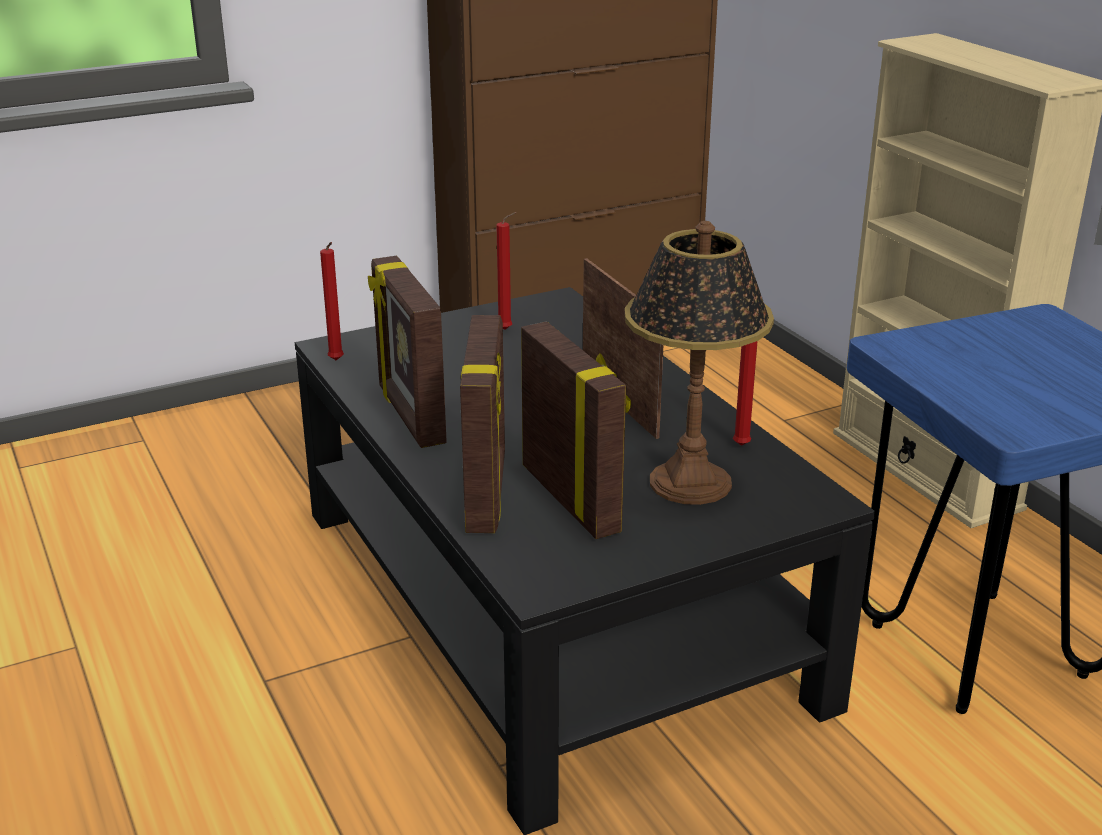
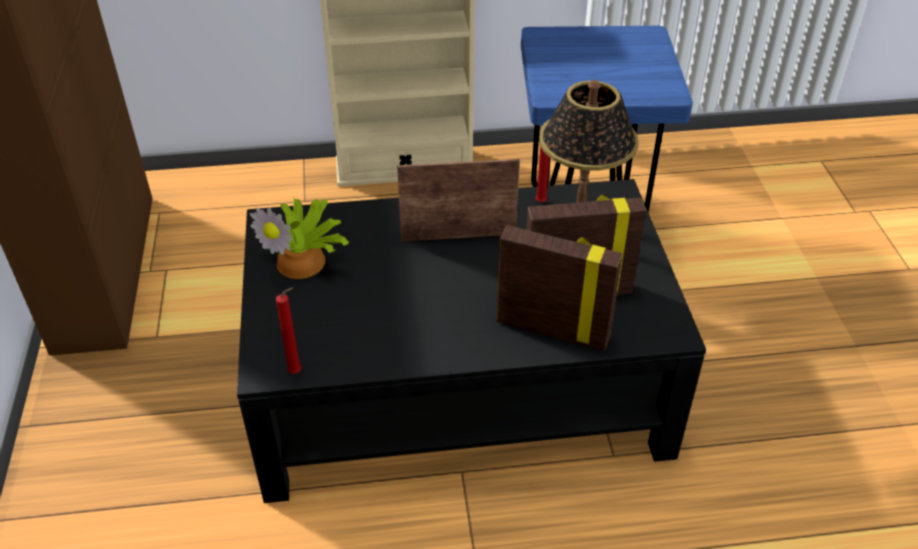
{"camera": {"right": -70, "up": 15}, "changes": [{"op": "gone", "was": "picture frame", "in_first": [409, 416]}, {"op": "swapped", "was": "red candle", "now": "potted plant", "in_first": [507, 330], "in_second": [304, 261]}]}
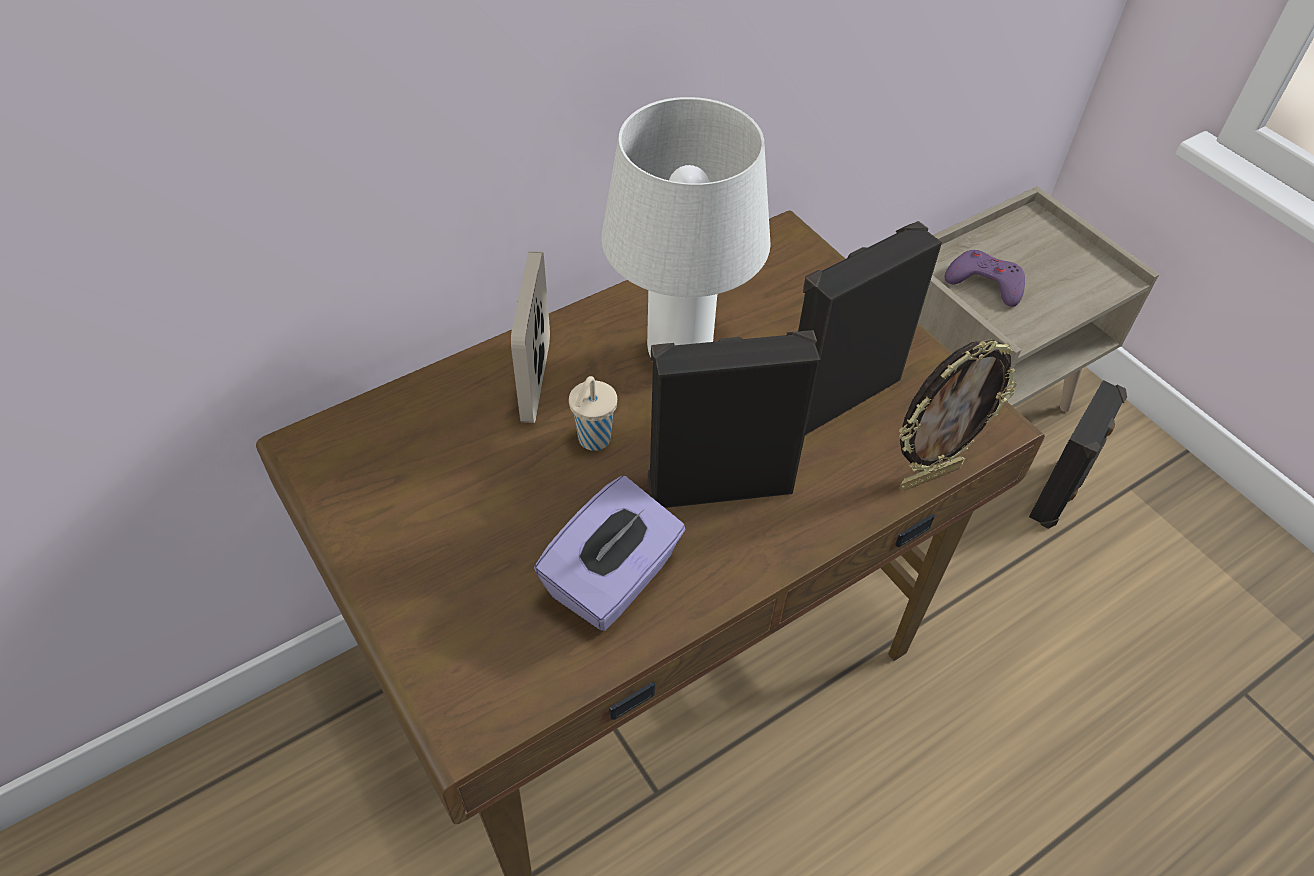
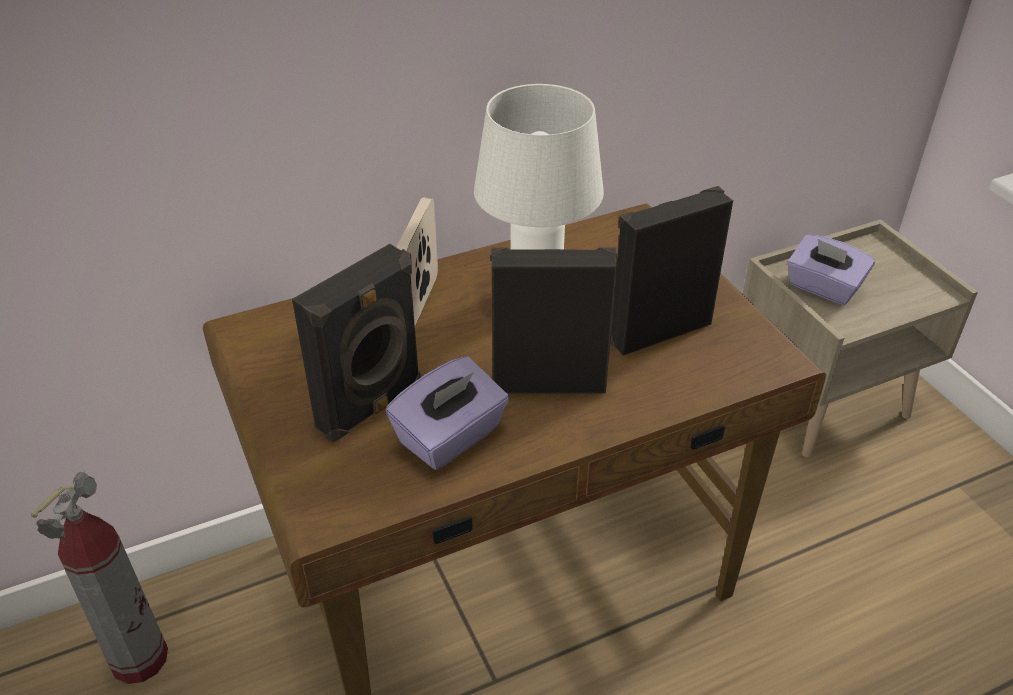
{"camera": {"right": 10, "up": -10}, "changes": [{"op": "gone", "was": "beige cup", "in_first": [593, 440]}, {"op": "gone", "was": "picture frame", "in_first": [929, 475]}, {"op": "new", "now": "fire extinguisher", "in_second": [139, 658]}, {"op": "shifted", "was": "black speaker", "in_first": [1058, 495], "in_second": [372, 407]}, {"op": "swapped", "was": "purple game controller", "now": "purple tissue box", "in_first": [985, 282], "in_second": [823, 288]}]}
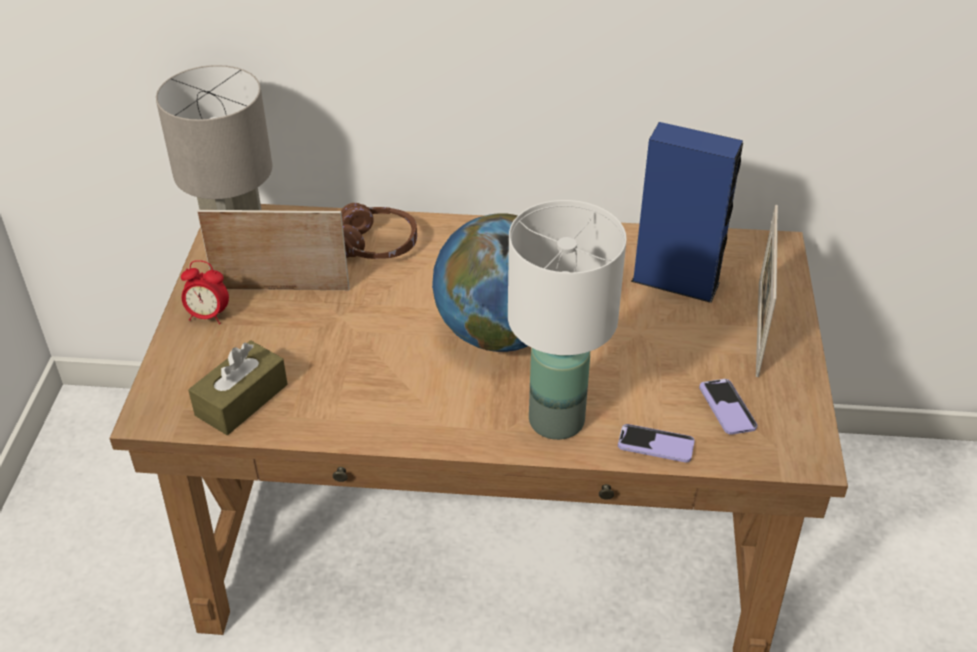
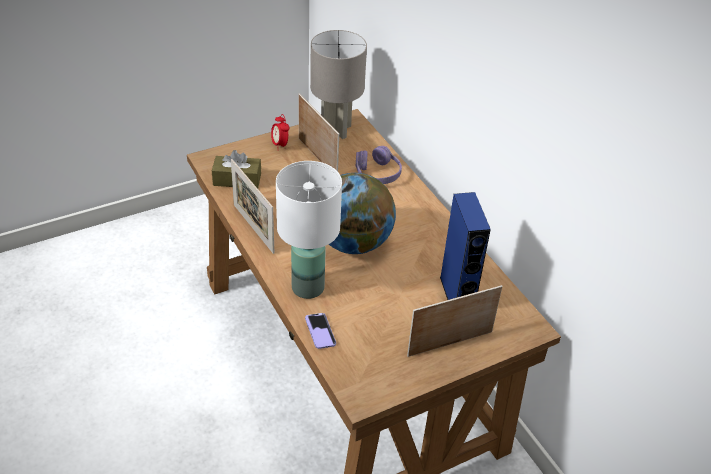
{"camera": {"right": 55, "up": 0}, "changes": [{"op": "gone", "was": "phone", "in_first": [727, 408]}, {"op": "new", "now": "picture frame", "in_second": [253, 228]}, {"op": "repainted", "was": "brown headphones", "now": "purple headphones", "in_first": [376, 245], "in_second": [377, 173]}]}
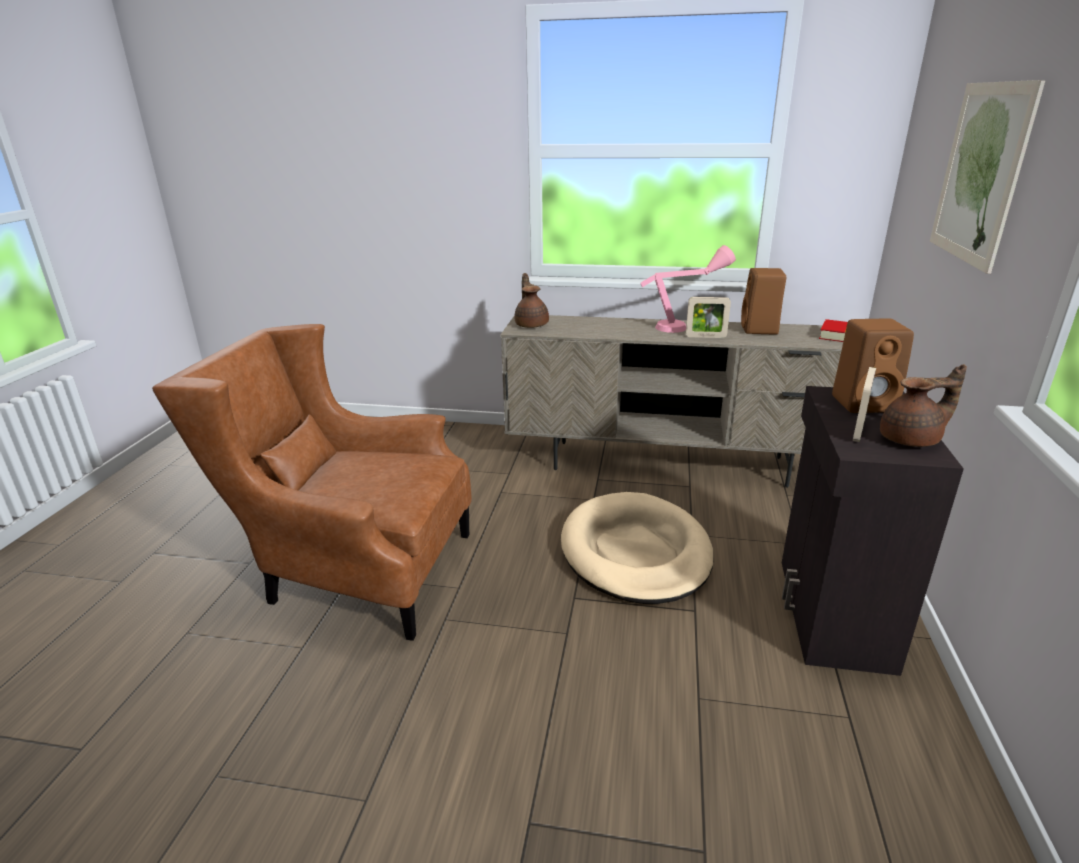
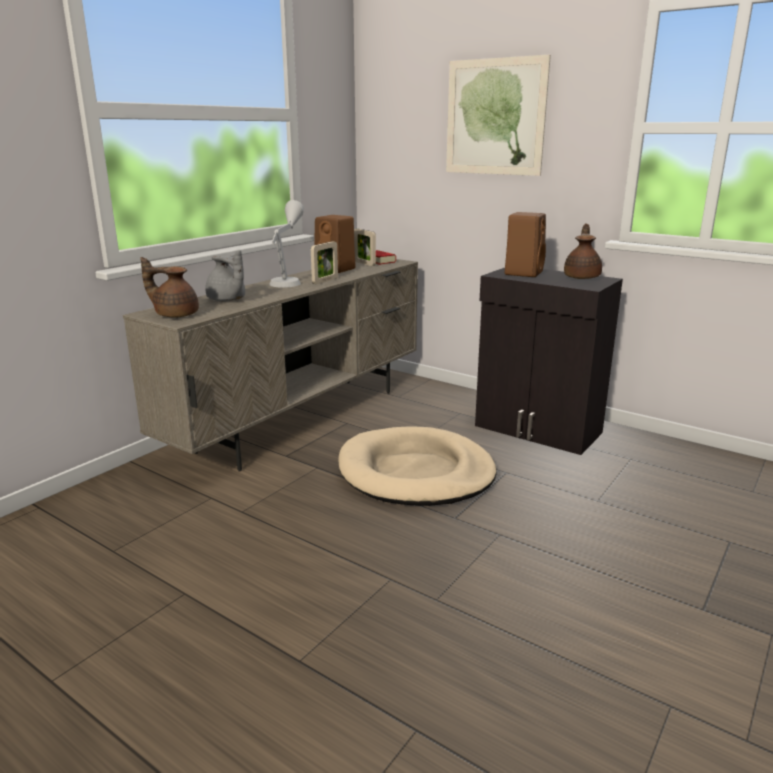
{"camera": {"right": -65, "up": -5}, "changes": [{"op": "gone", "was": "brown armchair", "in_first": [354, 570]}, {"op": "new", "now": "grey teapot", "in_second": [227, 300]}, {"op": "shifted", "was": "picture frame", "in_first": [858, 431], "in_second": [364, 263]}, {"op": "repainted", "was": "pink table lamp", "now": "grey table lamp", "in_first": [685, 325], "in_second": [289, 280]}]}
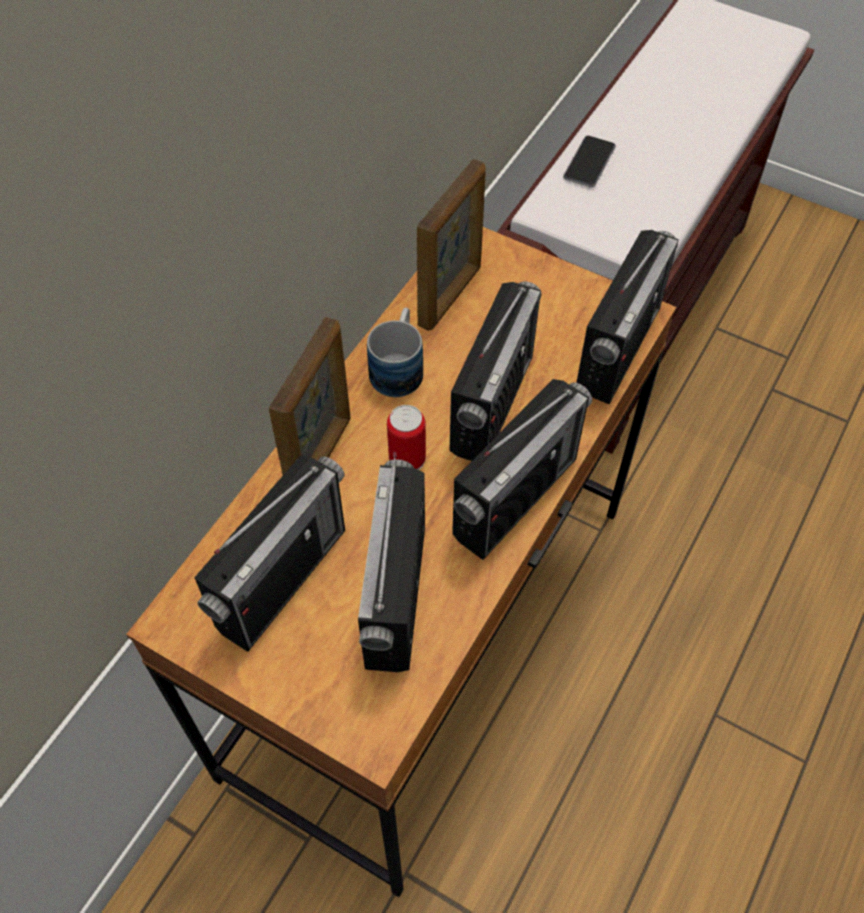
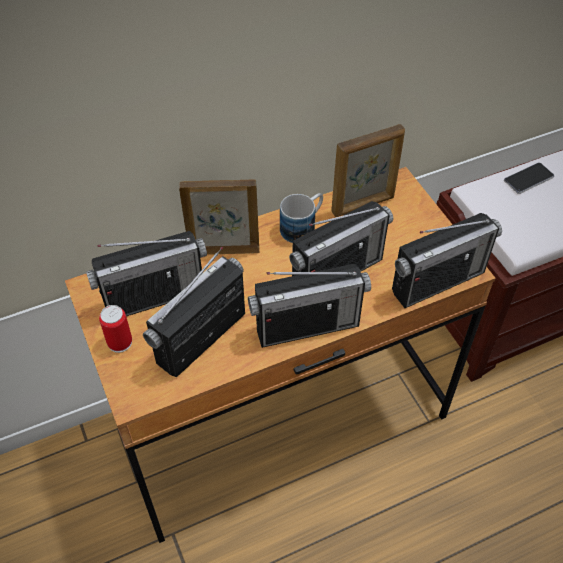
{"camera": {"right": 35, "up": -5}, "changes": [{"op": "shifted", "was": "can", "in_first": [407, 459], "in_second": [120, 342]}, {"op": "rotated", "was": "picture frame", "in_first": [321, 456], "in_second": [224, 250], "clockwise": -150}]}
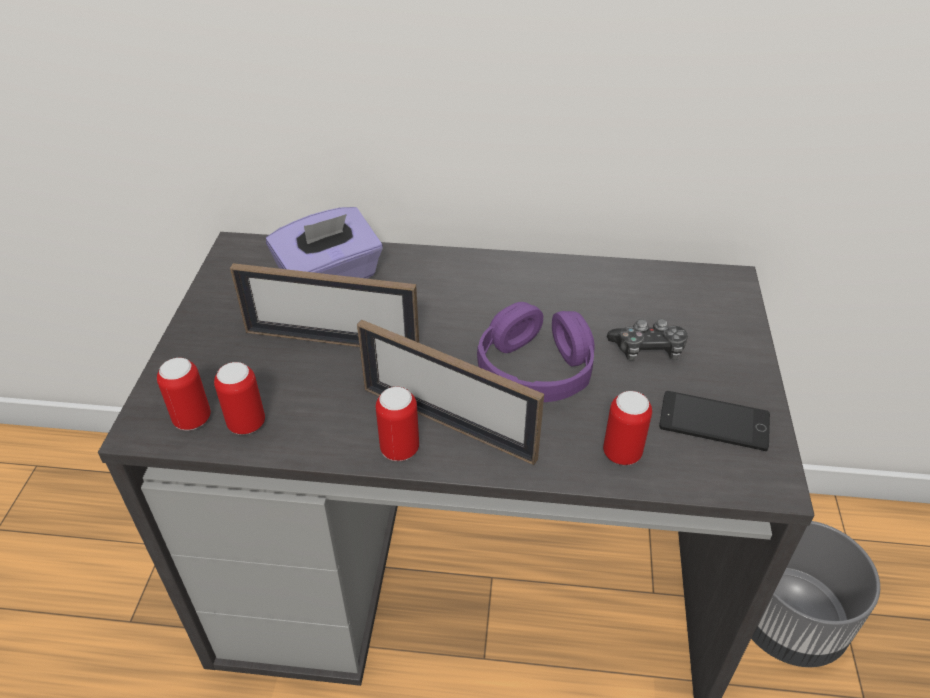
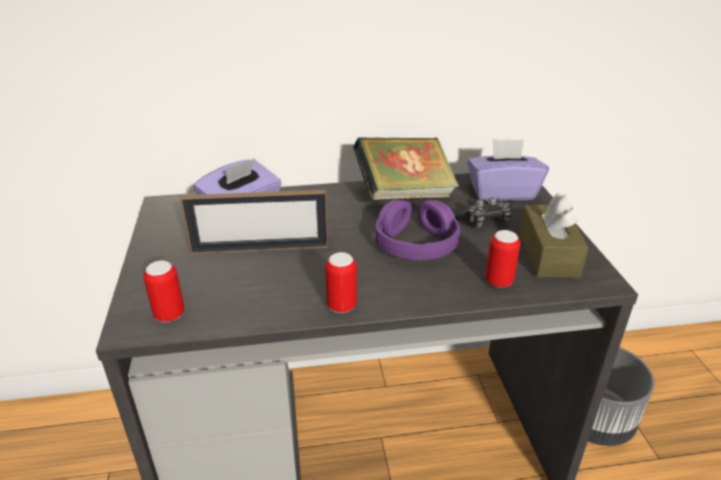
{"camera": {"right": -15, "up": -10}, "changes": [{"op": "gone", "was": "can", "in_first": [246, 424]}, {"op": "gone", "was": "picture frame", "in_first": [447, 423]}, {"op": "new", "now": "book", "in_second": [404, 195]}, {"op": "new", "now": "purple tissue box", "in_second": [502, 192]}, {"op": "swapped", "was": "phone", "now": "brown tissue box", "in_first": [714, 421], "in_second": [548, 254]}]}
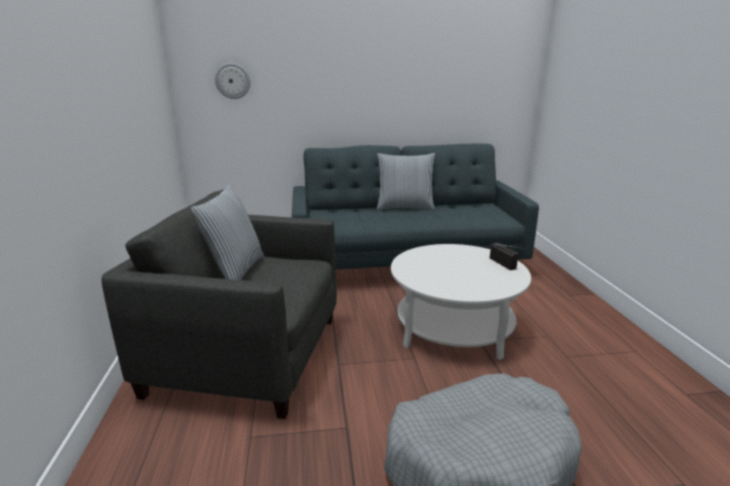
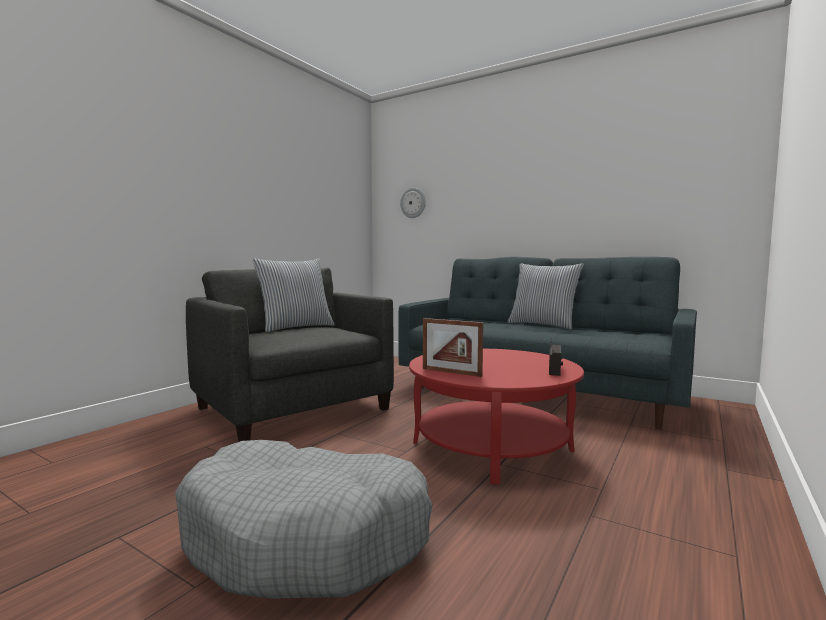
{"camera": {"right": 40, "up": -15}, "changes": [{"op": "new", "now": "picture frame", "in_second": [451, 372]}, {"op": "repainted", "was": "white coffee table", "now": "red coffee table", "in_first": [454, 327], "in_second": [492, 446]}]}
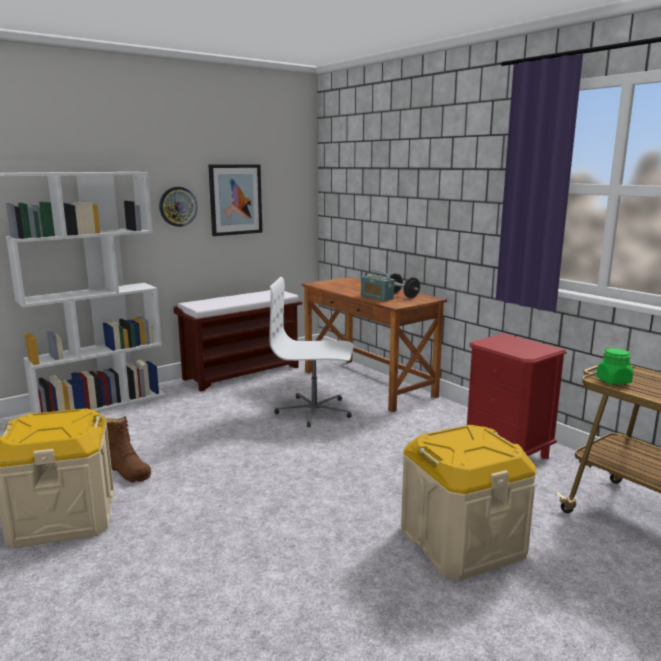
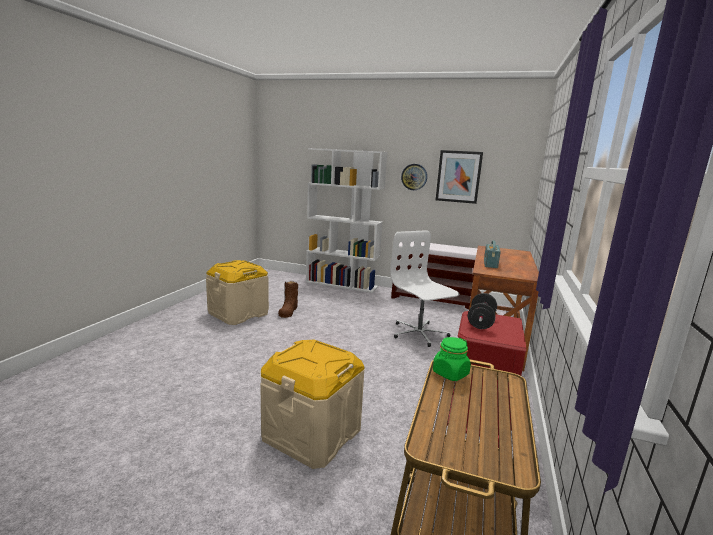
{"camera": {"right": 55, "up": 0}, "changes": [{"op": "shifted", "was": "black dumbbell", "in_first": [402, 295], "in_second": [481, 322]}]}
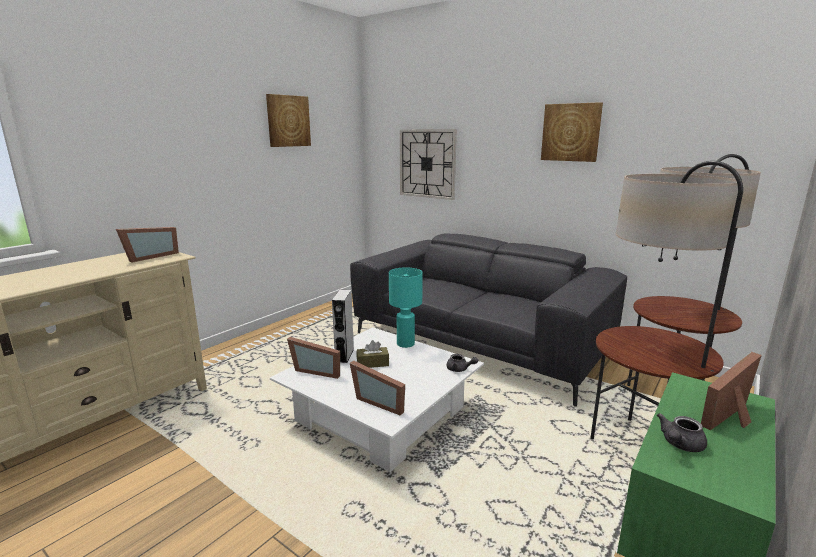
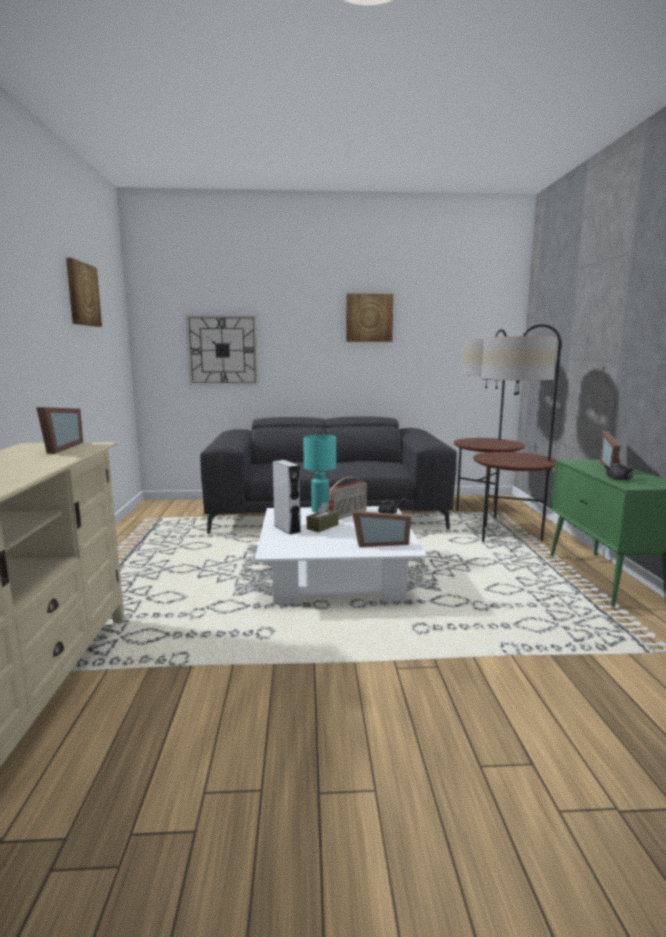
{"camera": {"right": -40, "up": -5}, "changes": [{"op": "gone", "was": "picture frame", "in_first": [317, 370]}, {"op": "new", "now": "radio", "in_second": [348, 515]}]}
